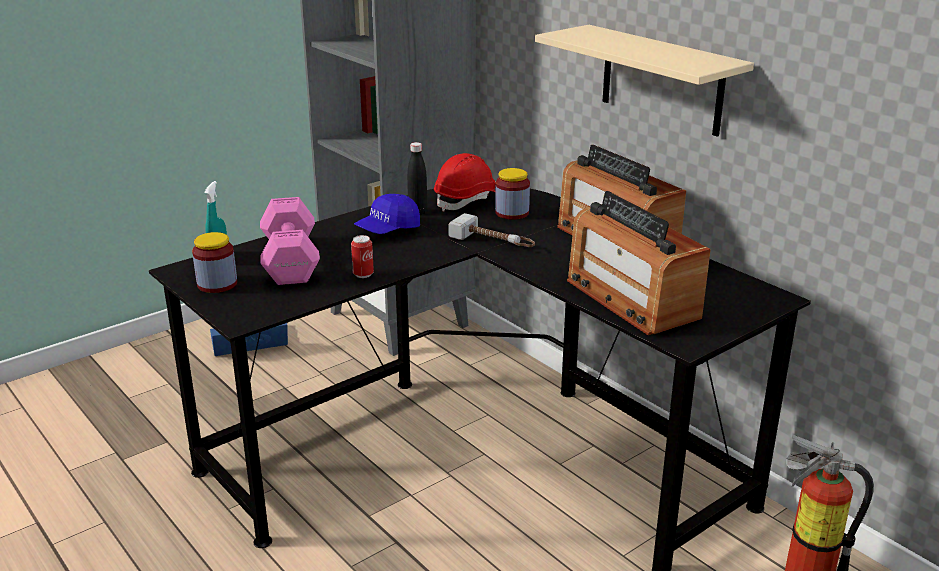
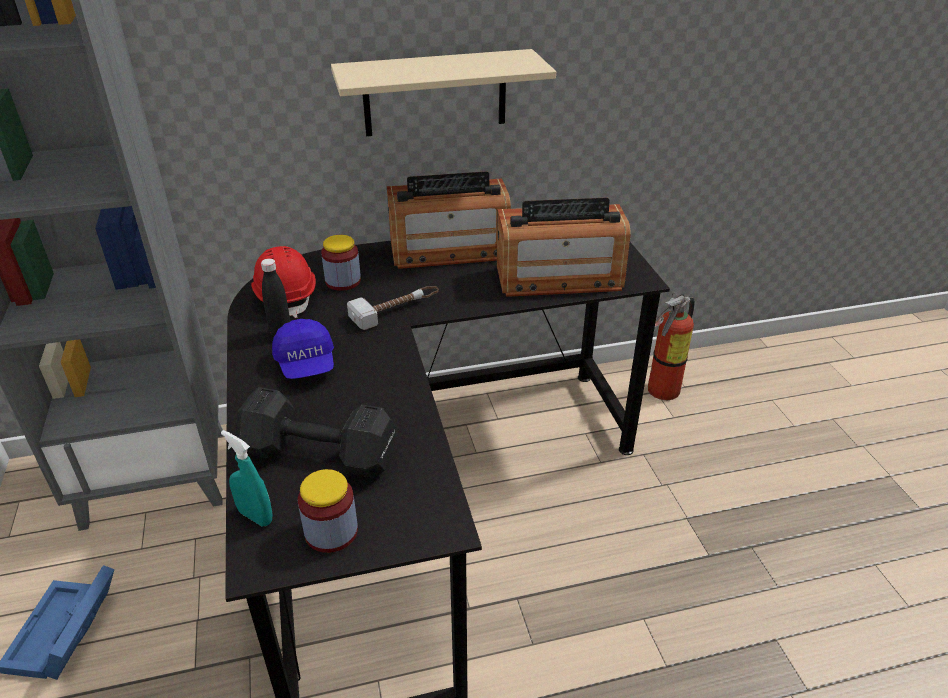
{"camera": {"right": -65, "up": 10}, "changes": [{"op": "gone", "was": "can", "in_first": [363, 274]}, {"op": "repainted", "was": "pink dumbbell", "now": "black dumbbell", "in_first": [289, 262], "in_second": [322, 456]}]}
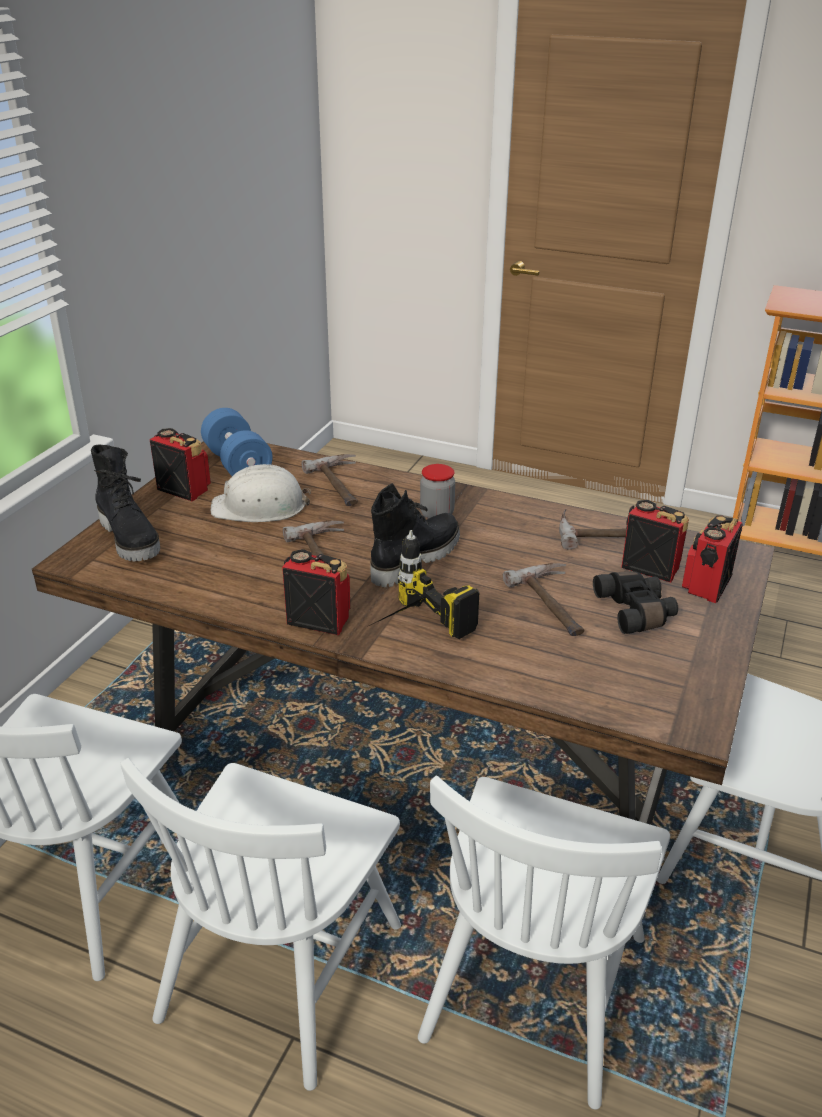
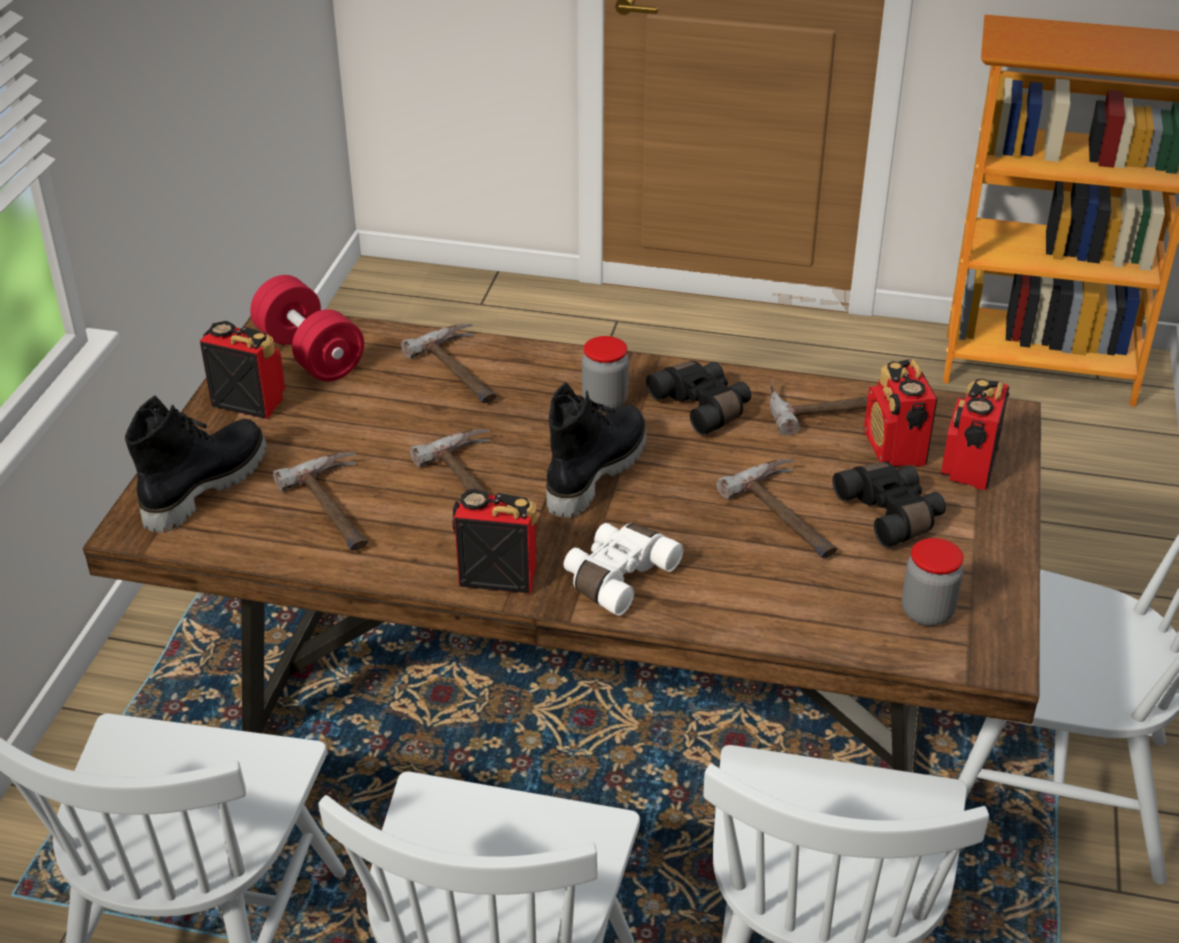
{"camera": {"right": -10, "up": 5}, "changes": [{"op": "gone", "was": "white hard hat", "in_first": [260, 507]}, {"op": "new", "now": "hammer", "in_second": [341, 507]}, {"op": "new", "now": "black binoculars", "in_second": [703, 406]}, {"op": "new", "now": "jar", "in_second": [927, 612]}, {"op": "swapped", "was": "power drill", "now": "white binoculars", "in_first": [408, 631], "in_second": [617, 576]}, {"op": "repainted", "was": "blue dumbbell", "now": "red dumbbell", "in_first": [238, 465], "in_second": [310, 354]}, {"op": "rotated", "was": "black boot", "in_first": [131, 539], "in_second": [204, 486], "clockwise": -105}, {"op": "rotated", "was": "radio", "in_first": [650, 567], "in_second": [895, 449], "clockwise": -120}]}
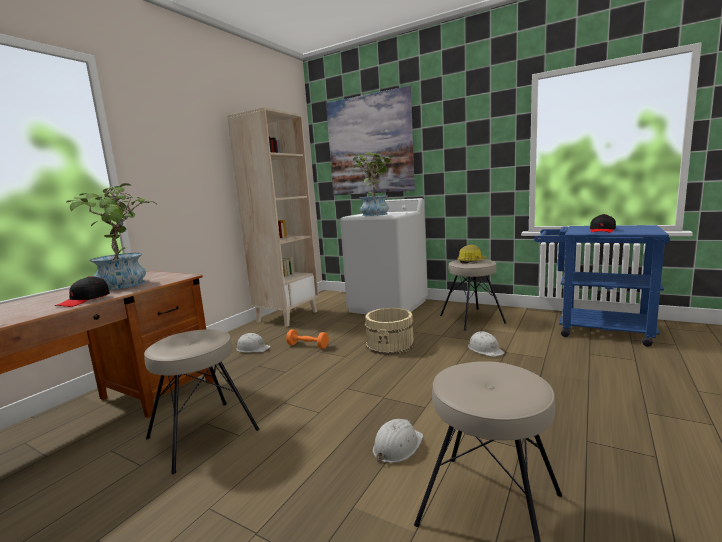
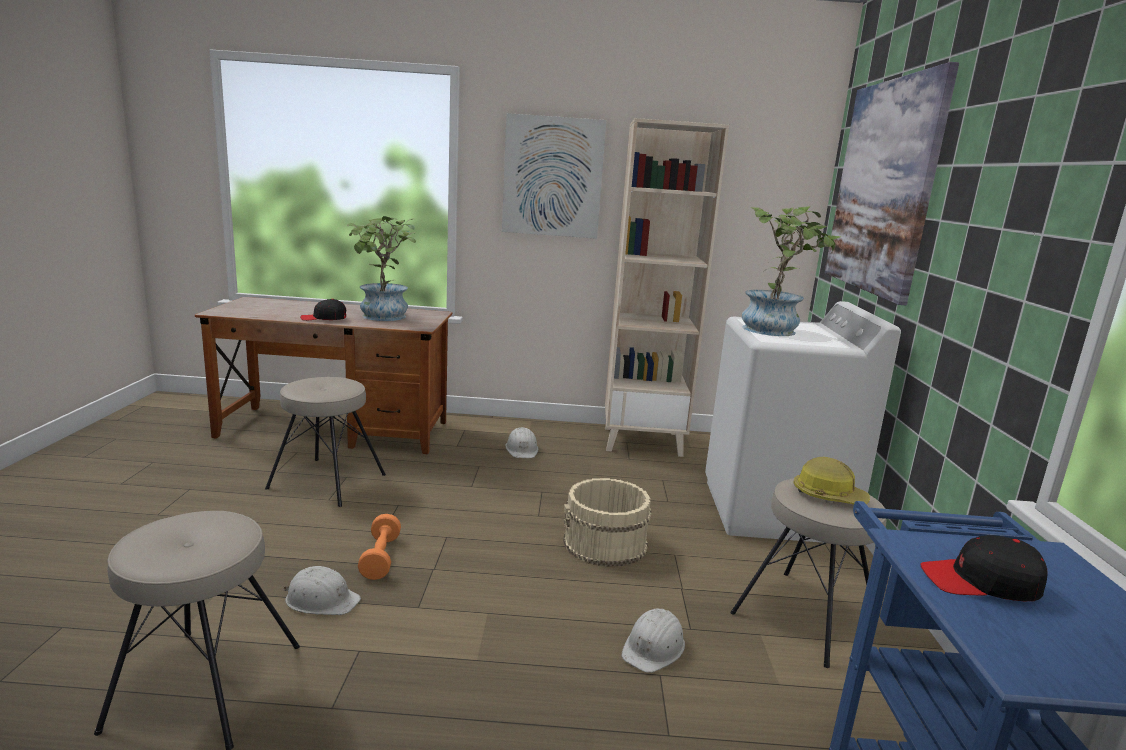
{"camera": {"right": 60, "up": 5}, "changes": [{"op": "new", "now": "picture", "in_second": [552, 177]}, {"op": "shifted", "was": "orange dumbbell", "in_first": [308, 346], "in_second": [380, 558]}]}
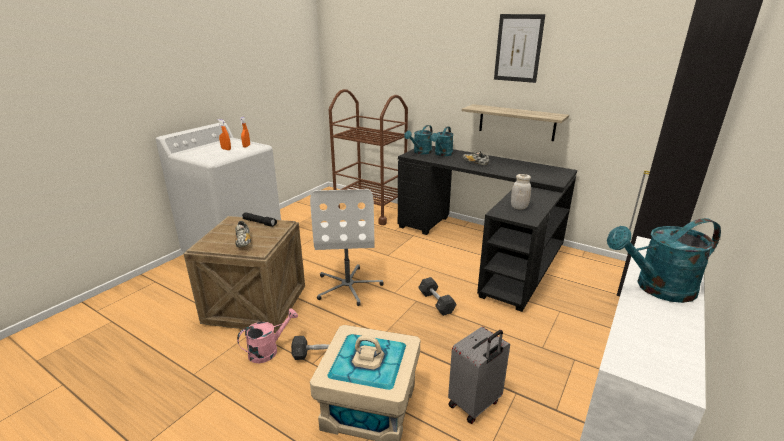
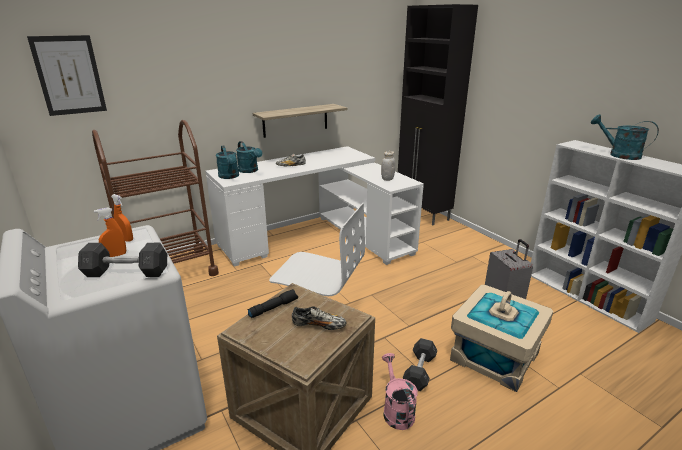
{"camera": {"right": -65, "up": 0}, "changes": [{"op": "shifted", "was": "grey dumbbell", "in_first": [436, 302], "in_second": [126, 272]}, {"op": "shifted", "was": "picture", "in_first": [518, 48], "in_second": [69, 75]}, {"op": "repainted", "was": "black desk", "now": "white desk", "in_first": [485, 247], "in_second": [318, 238]}, {"op": "rotated", "was": "turquoise watering can", "in_first": [656, 288], "in_second": [618, 154], "clockwise": 120}]}
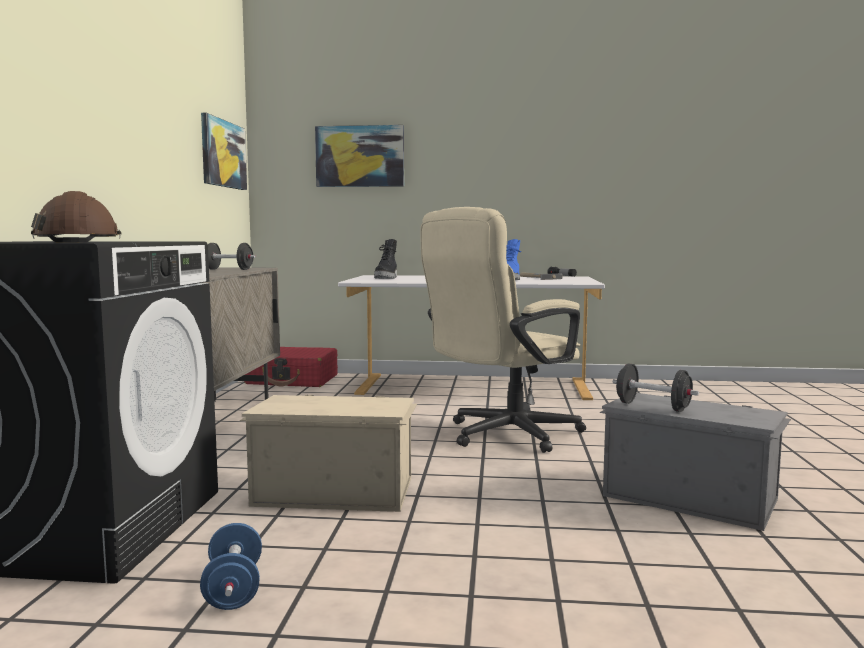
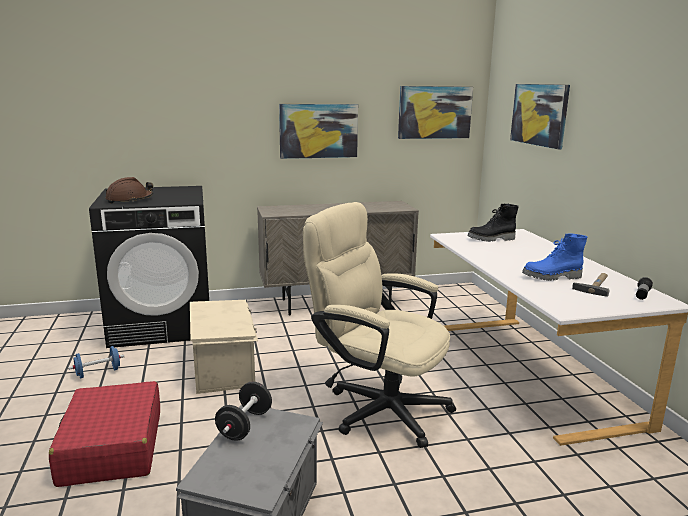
{"camera": {"right": 70, "up": 10}, "changes": [{"op": "gone", "was": "black dumbbell", "in_first": [229, 269]}, {"op": "new", "now": "picture", "in_second": [318, 131]}, {"op": "shifted", "was": "red suitcase", "in_first": [292, 380], "in_second": [112, 447]}]}
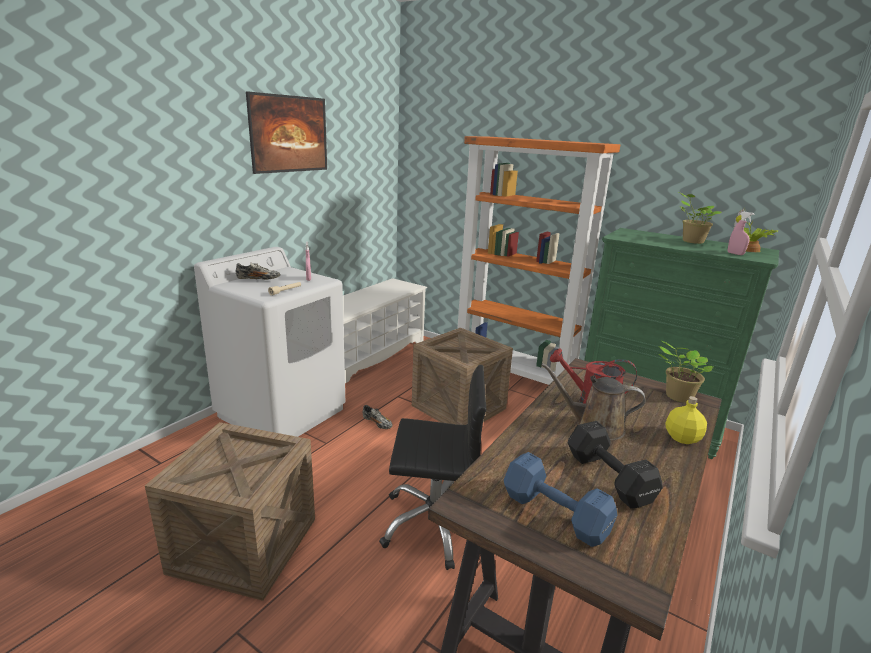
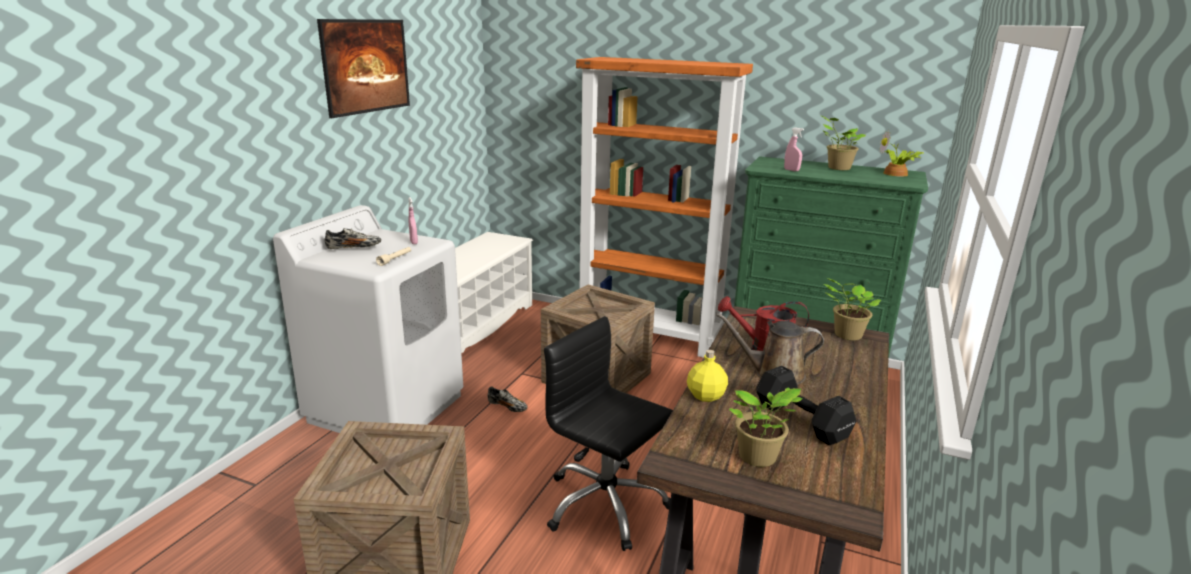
{"camera": {"right": -10, "up": 0}, "changes": [{"op": "shifted", "was": "yellow bottle", "in_first": [682, 438], "in_second": [706, 395]}, {"op": "shifted", "was": "pink spray bottle", "in_first": [735, 254], "in_second": [791, 170]}, {"op": "swapped", "was": "blue dumbbell", "now": "potted plant", "in_first": [553, 512], "in_second": [759, 458]}, {"op": "rotated", "was": "black office chair", "in_first": [434, 523], "in_second": [605, 504], "clockwise": -135}]}
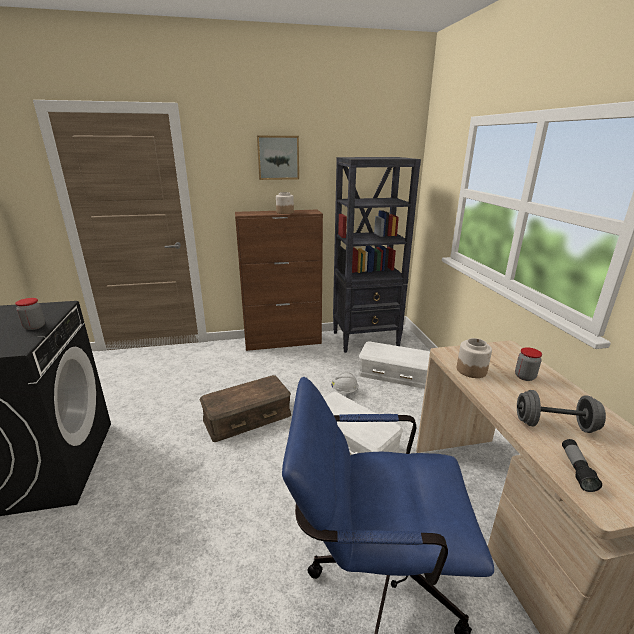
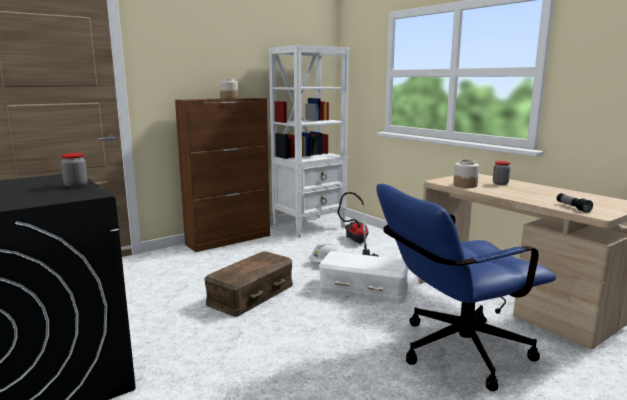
{"camera": {"right": -25, "up": -10}, "changes": [{"op": "gone", "was": "picture", "in_first": [278, 157]}, {"op": "gone", "was": "grey dumbbell", "in_first": [554, 425]}, {"op": "swapped", "was": "white storage box", "now": "vacuum cleaner", "in_first": [394, 373], "in_second": [356, 243]}, {"op": "repainted", "was": "black bookcase", "now": "white bookcase", "in_first": [366, 339], "in_second": [310, 227]}]}
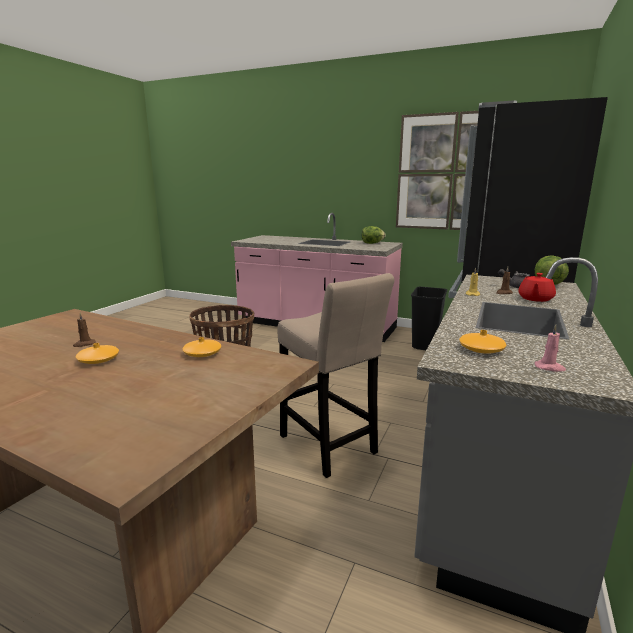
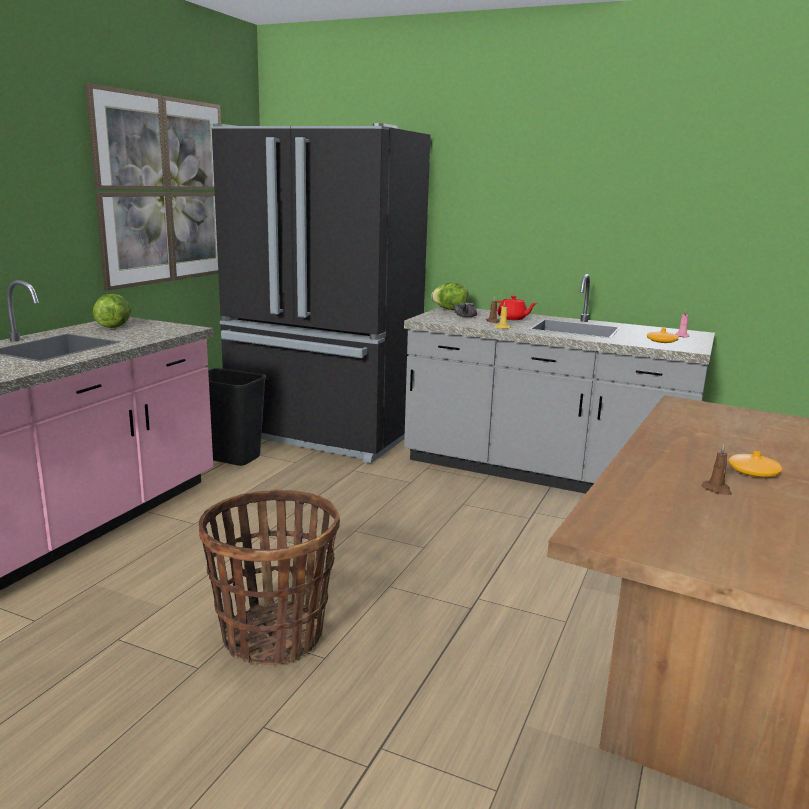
{"camera": {"right": -90, "up": 0}, "changes": [{"op": "gone", "was": "orange vase", "in_first": [202, 353]}, {"op": "gone", "was": "beige stool", "in_first": [329, 447]}]}
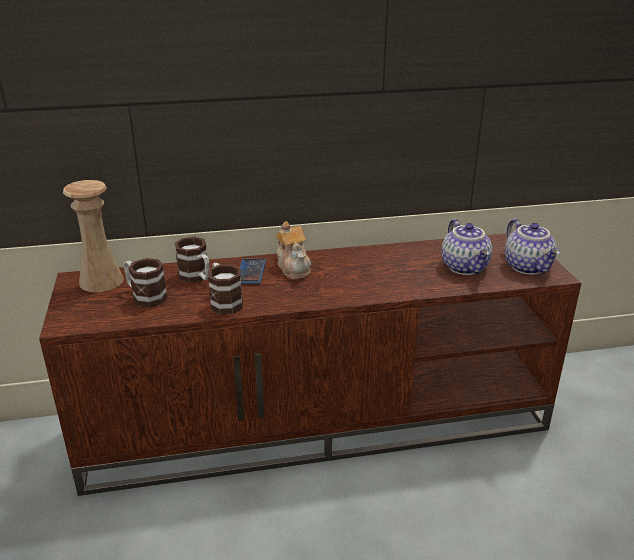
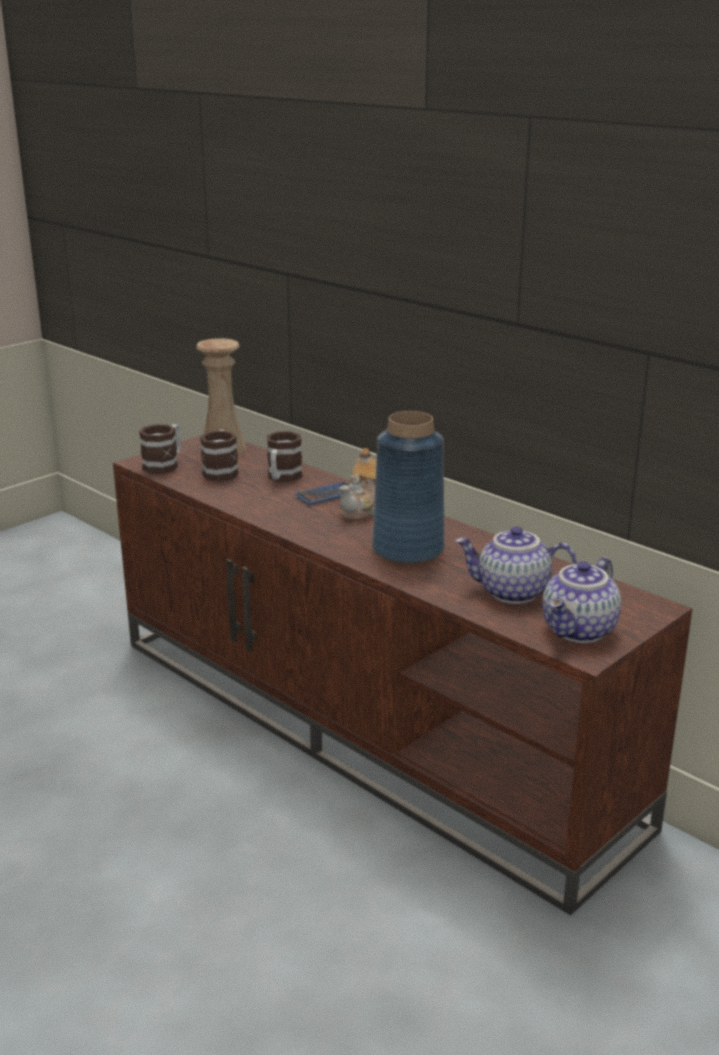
{"camera": {"right": 55, "up": -5}, "changes": [{"op": "new", "now": "blue vase", "in_second": [407, 549]}, {"op": "shifted", "was": "mug", "in_first": [224, 302], "in_second": [165, 465]}, {"op": "rotated", "was": "teapot", "in_first": [466, 267], "in_second": [512, 593], "clockwise": 60}]}
